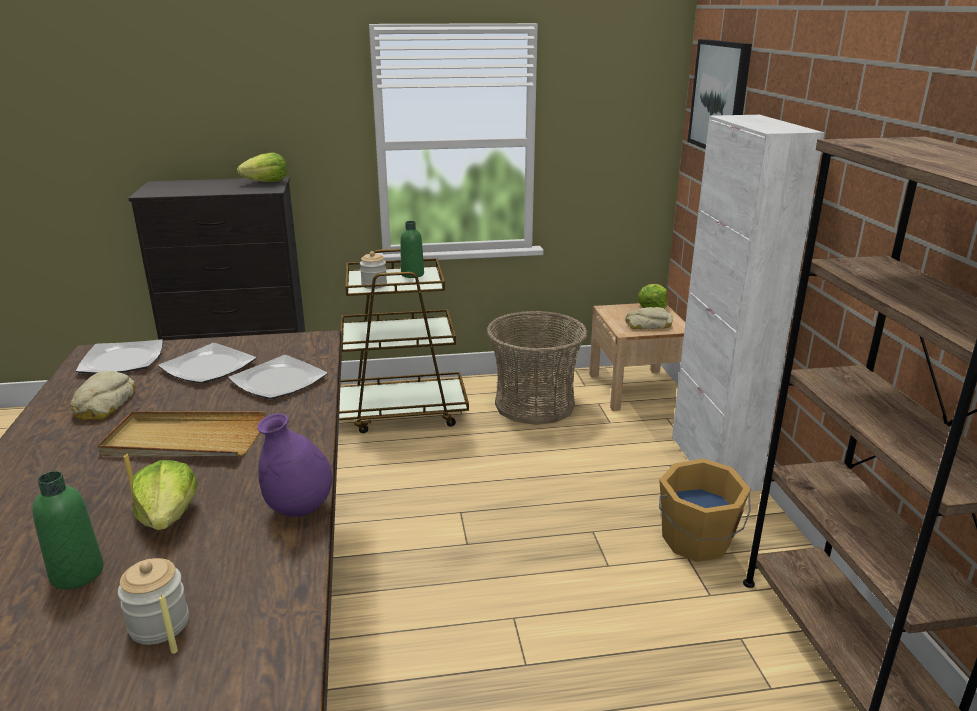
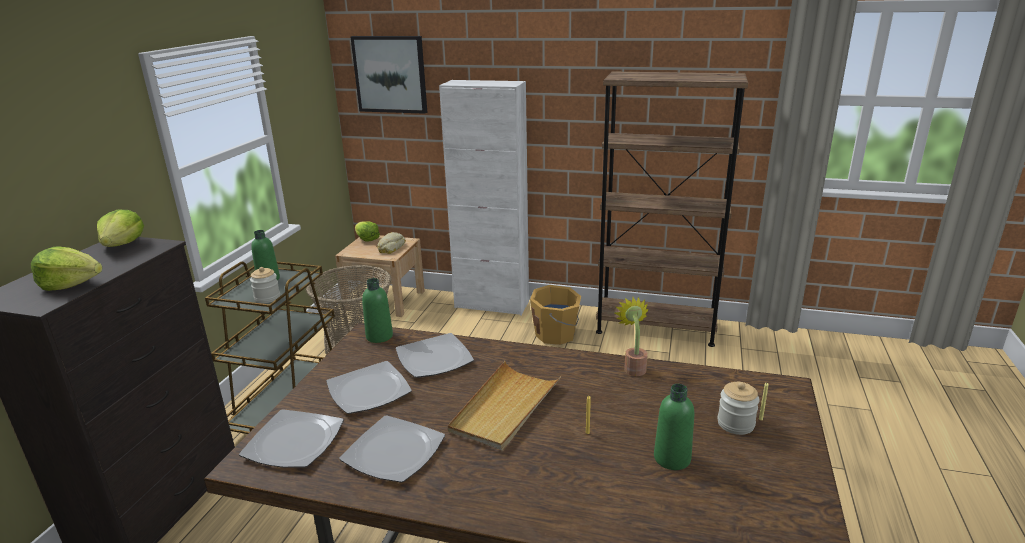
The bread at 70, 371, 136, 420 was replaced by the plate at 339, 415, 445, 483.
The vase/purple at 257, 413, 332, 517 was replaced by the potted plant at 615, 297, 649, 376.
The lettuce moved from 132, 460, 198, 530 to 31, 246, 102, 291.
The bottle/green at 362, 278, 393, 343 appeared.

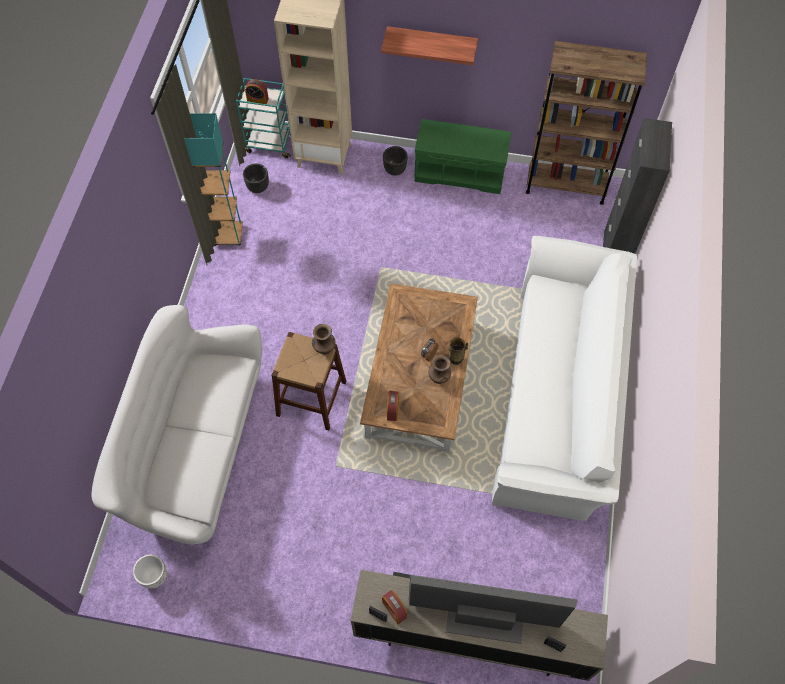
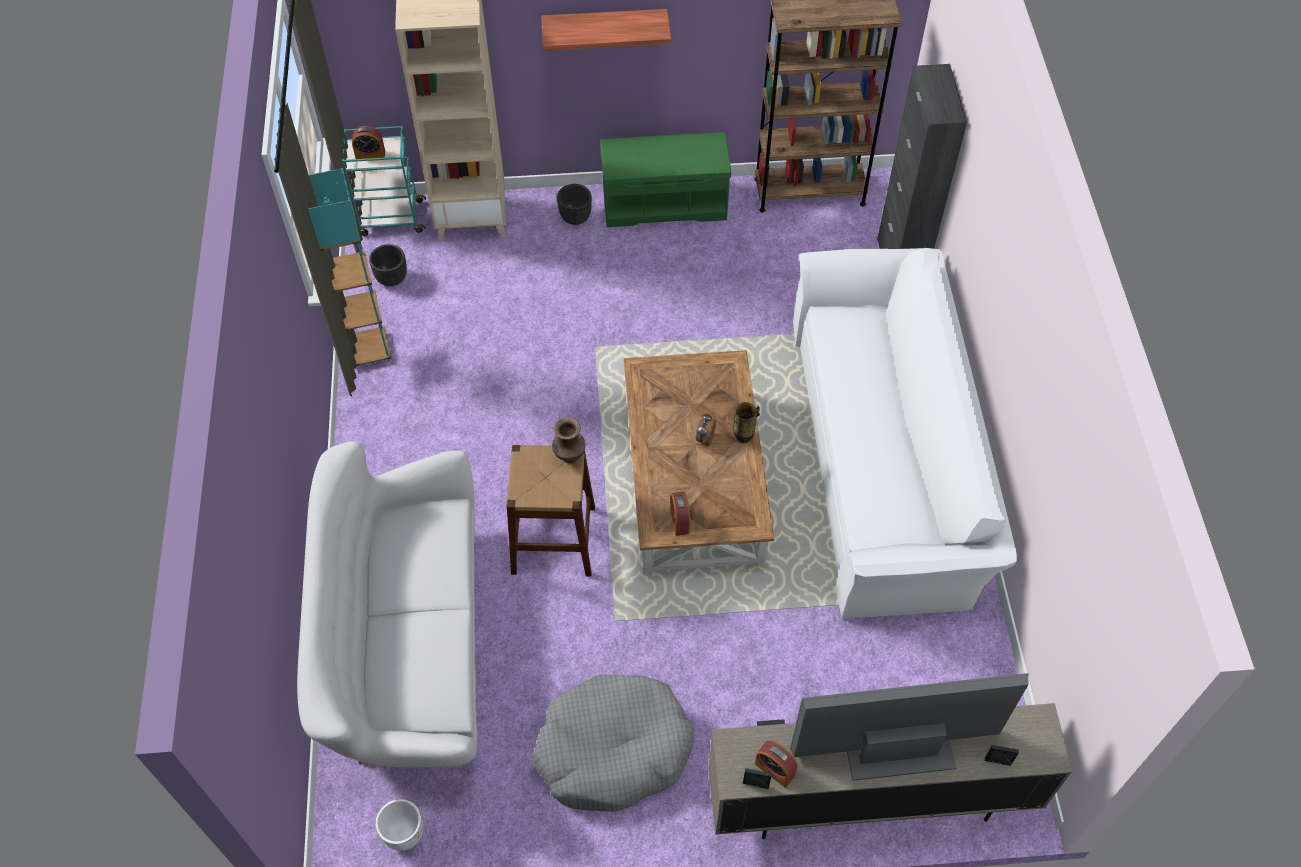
The vase/brown at 428, 355, 451, 384 disappeared.
The dog bed/grey at 534, 674, 694, 812 appeared.

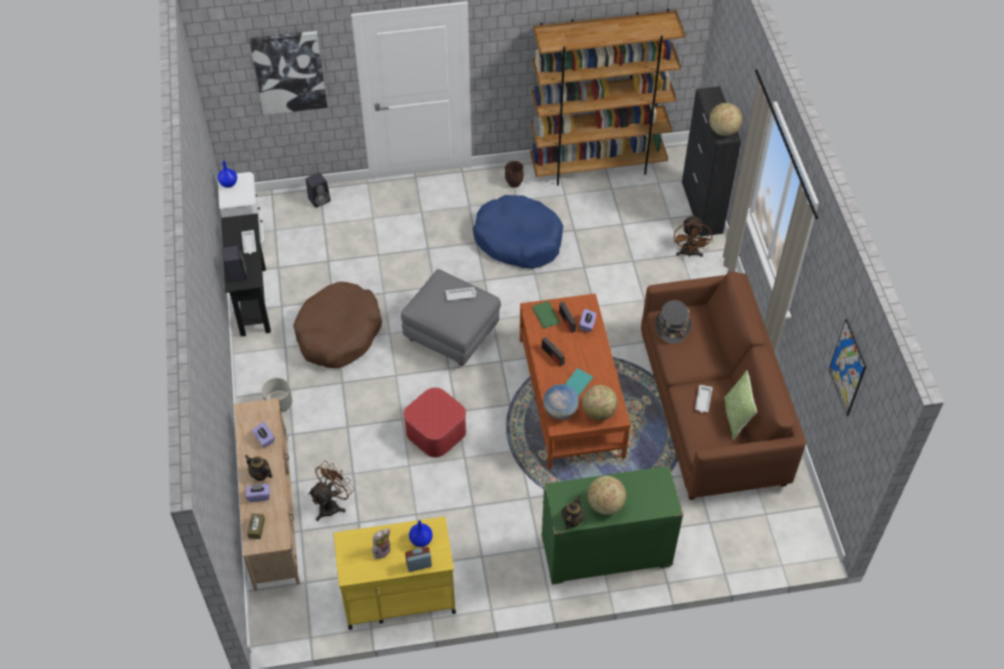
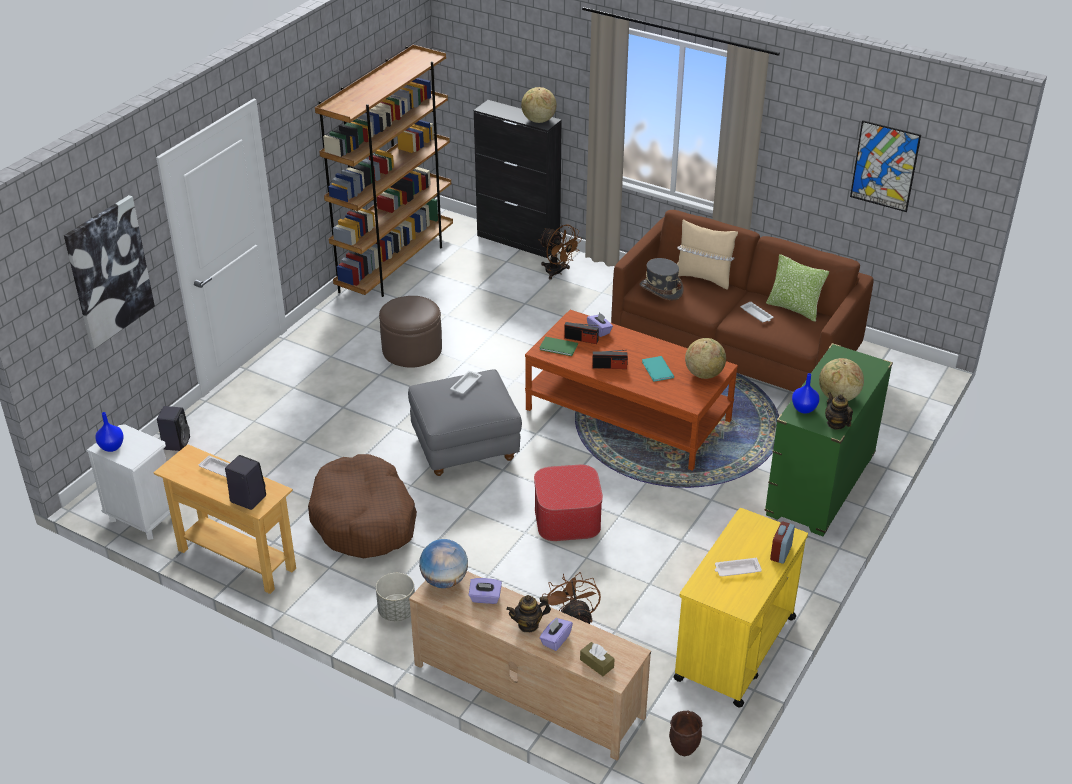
The planter/brown moved from 505, 161, 524, 188 to 669, 711, 702, 756.
The dog bed/blue at 473, 195, 563, 269 was replaced by the ottoman/brown at 379, 296, 442, 368.
The console table/black at 221, 213, 271, 337 became the console table/beige at 153, 444, 296, 594.
The globe moved from 543, 384, 579, 420 to 419, 539, 468, 588.
The vase/blue moved from 409, 520, 433, 547 to 792, 373, 819, 414.
The plush toy at 372, 528, 391, 559 was replaced by the tray/white at 715, 557, 762, 576.
The pillow/beige at 677, 219, 738, 290 appeared.

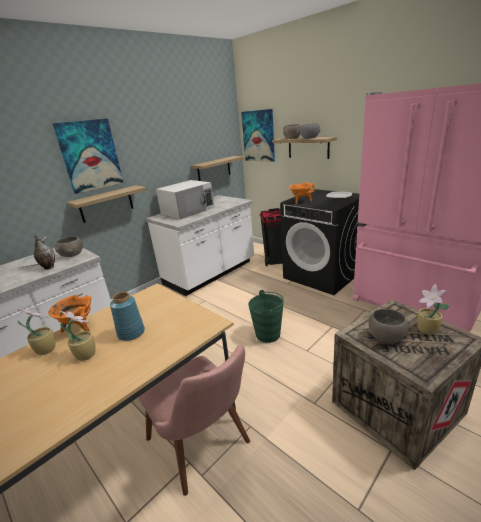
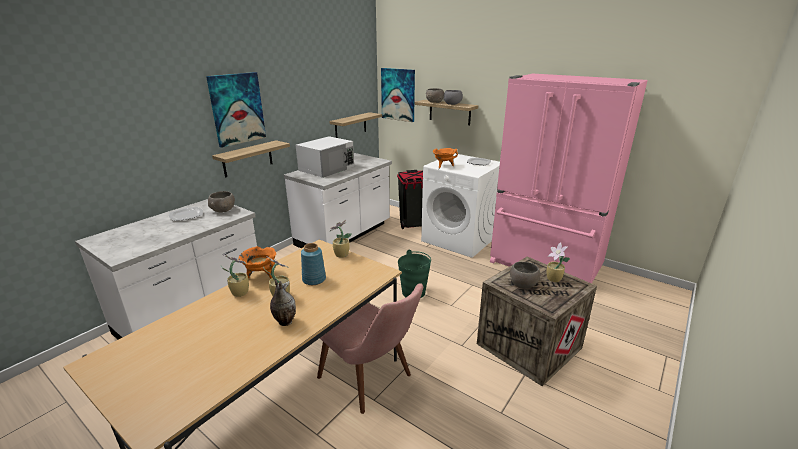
The washing machine/black at 280, 189, 359, 295 became the washing machine/white at 421, 154, 500, 258.
The vase moved from 34, 234, 55, 270 to 270, 279, 296, 326.
The potted plant at 330, 220, 352, 258 appeared.

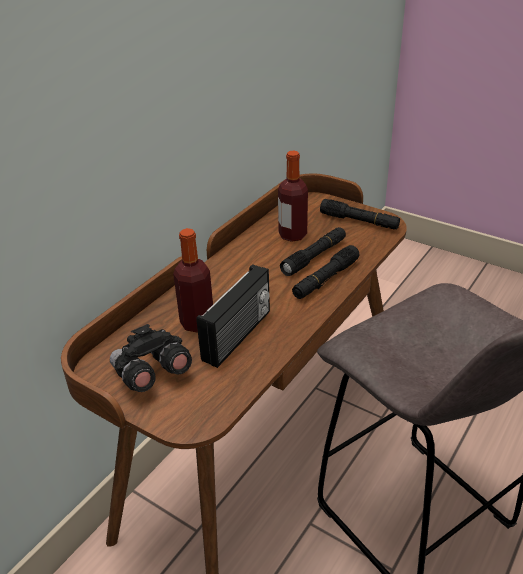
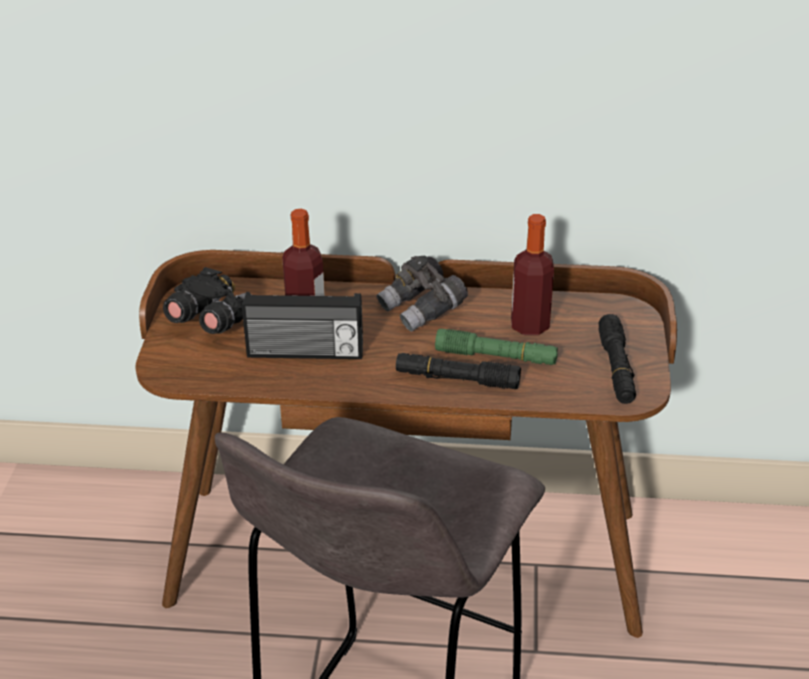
The flashlight/black at 280, 227, 346, 276 became the flashlight/green at 435, 329, 558, 365.
The binoculars/grey at 377, 256, 468, 332 appeared.

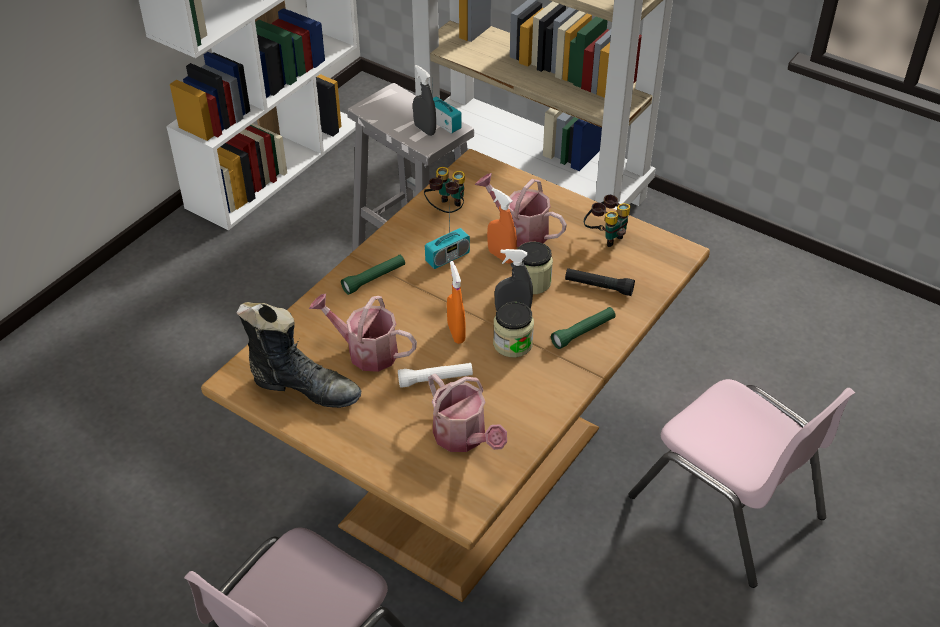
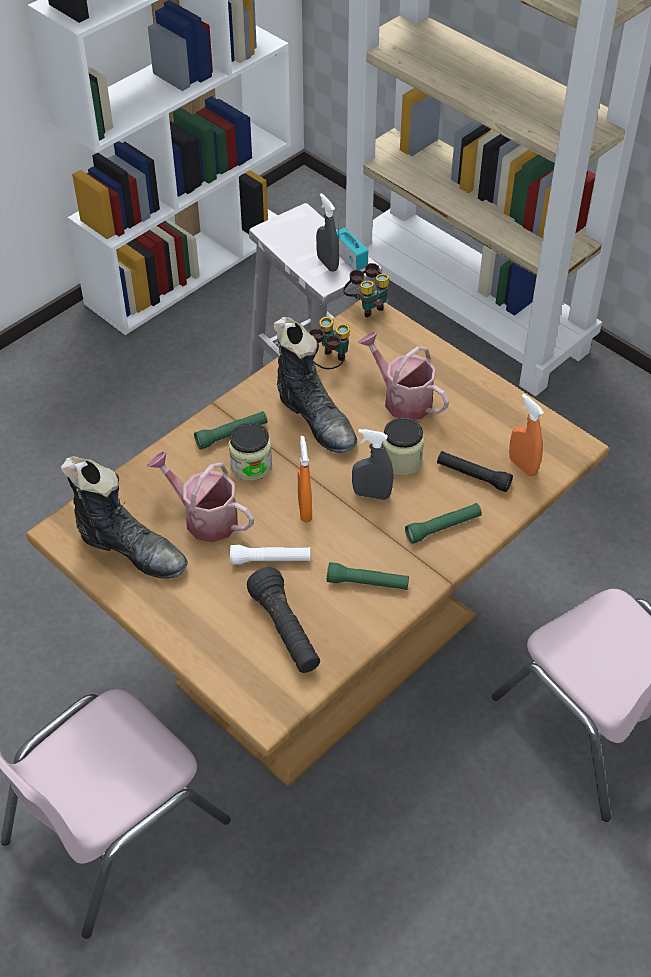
The spray bottle/orange moved from 487, 188, 517, 263 to 509, 394, 544, 476.
The binoculars moved from 584, 195, 630, 247 to 343, 263, 389, 317.
The radio at 425, 211, 470, 269 was replaced by the boot/black at 274, 317, 357, 453.
The jar moved from 493, 302, 534, 357 to 229, 423, 272, 481.
The watering can at 428, 373, 507, 452 was replaced by the flashlight/black at 247, 567, 320, 673.
The flashlight/green at 327, 562, 409, 590 appeared.

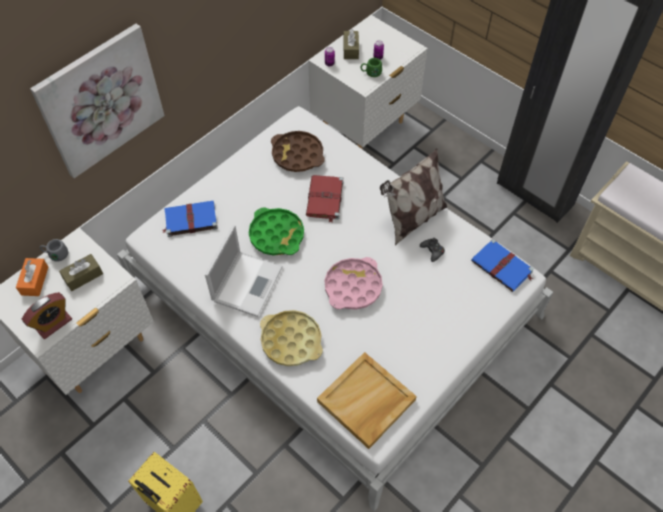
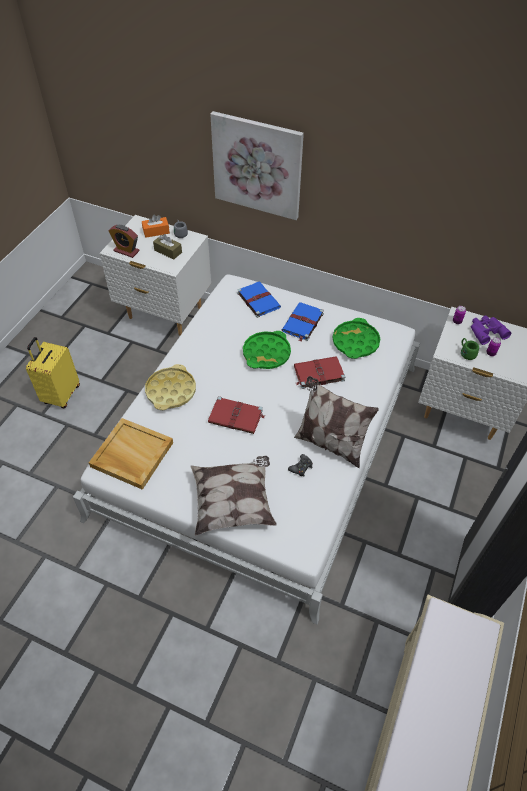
The tissue box/brown at 343, 29, 359, 59 was replaced by the binoculars/purple at 471, 316, 511, 345.
The tray/brown at 271, 131, 325, 172 became the tray/green at 333, 318, 380, 359.
The laptop at 205, 225, 283, 317 disappeared.
The book/blue moved from 471, 239, 534, 292 to 282, 302, 324, 341.
The tray/pink at 325, 257, 383, 310 was replaced by the book/red at 208, 396, 264, 434.
The pillow at 191, 456, 277, 536 appeared.

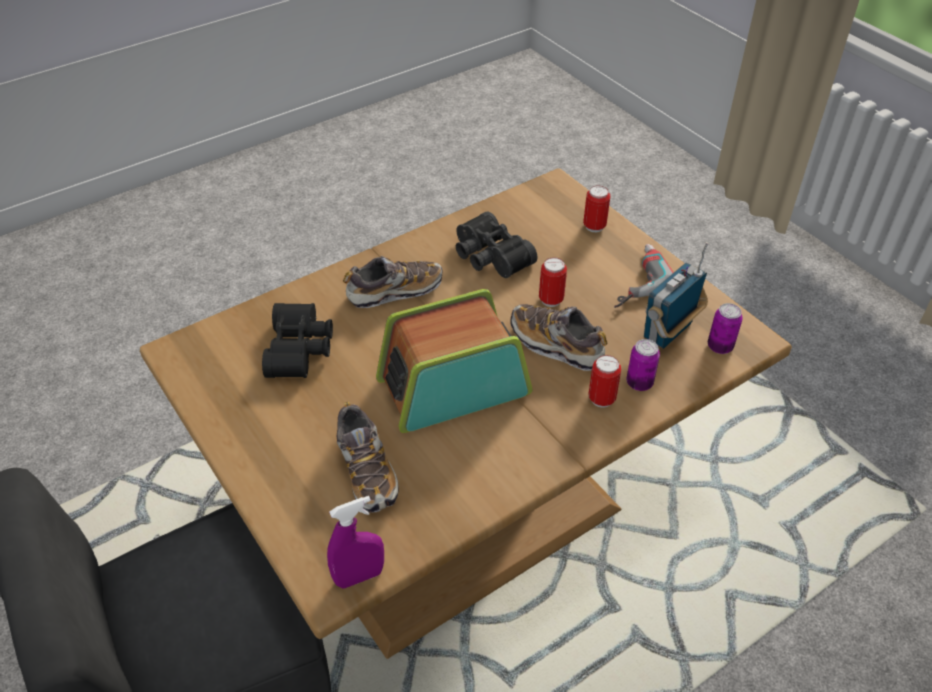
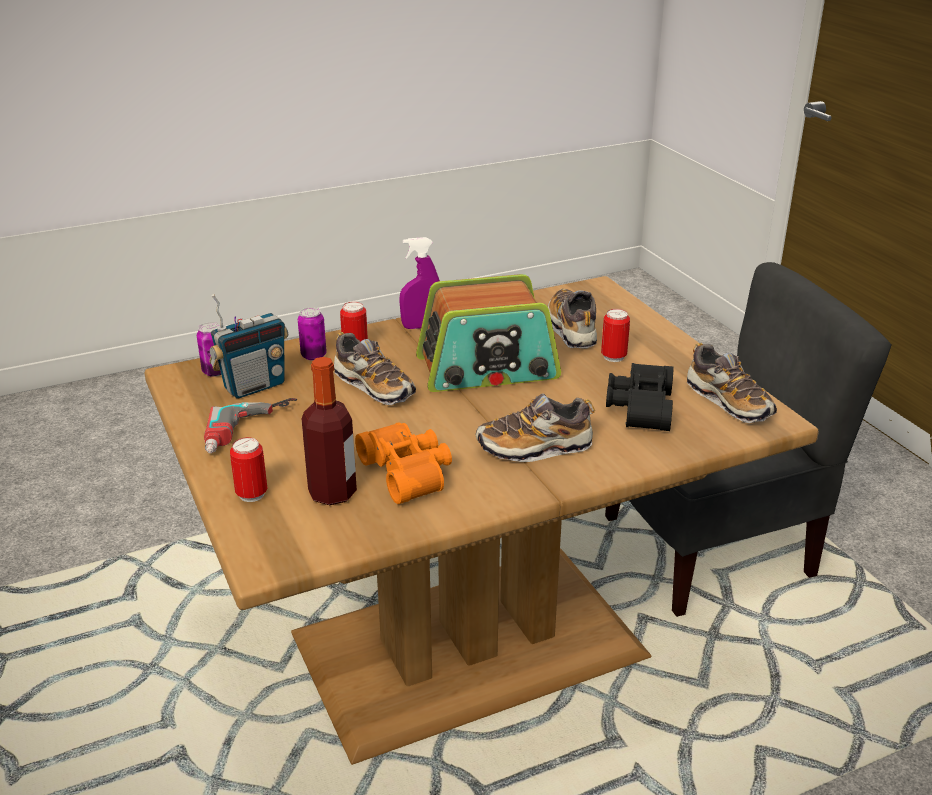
The binoculars/black at 456, 211, 537, 278 became the binoculars/orange at 355, 422, 452, 504.
The can moved from 539, 257, 567, 307 to 601, 309, 630, 362.
The spray bottle/purple moved from 327, 496, 384, 589 to 399, 237, 440, 329.
The shoe at 687, 343, 777, 423 appeared.
The bottle at 301, 357, 357, 505 appeared.

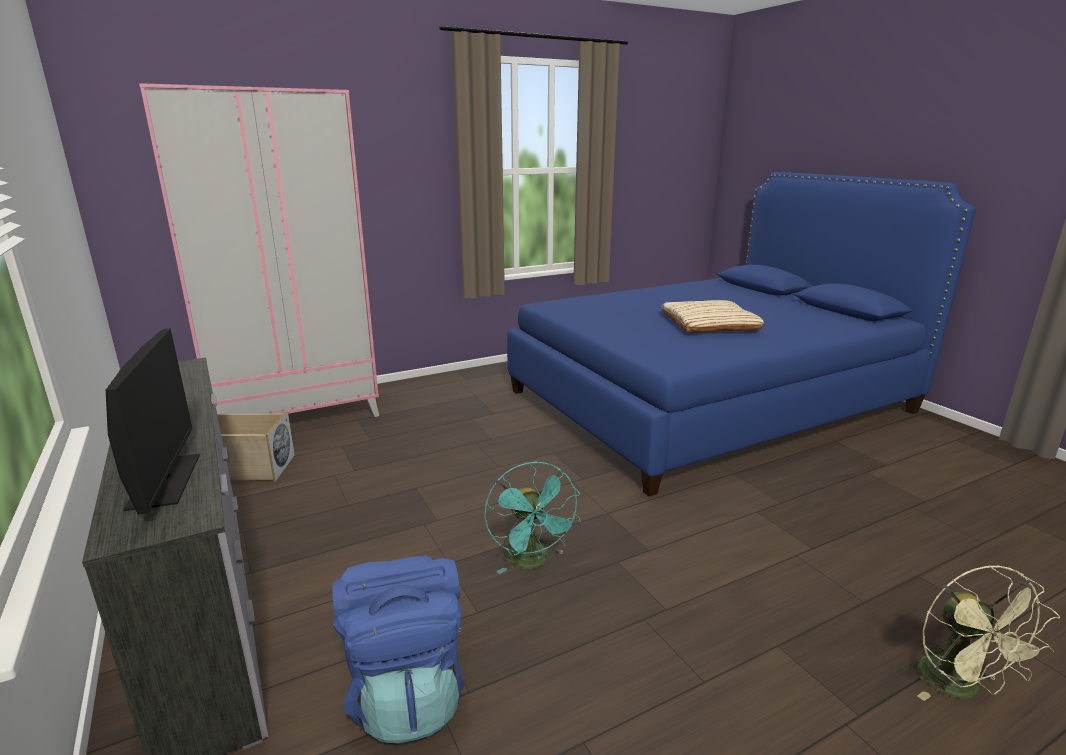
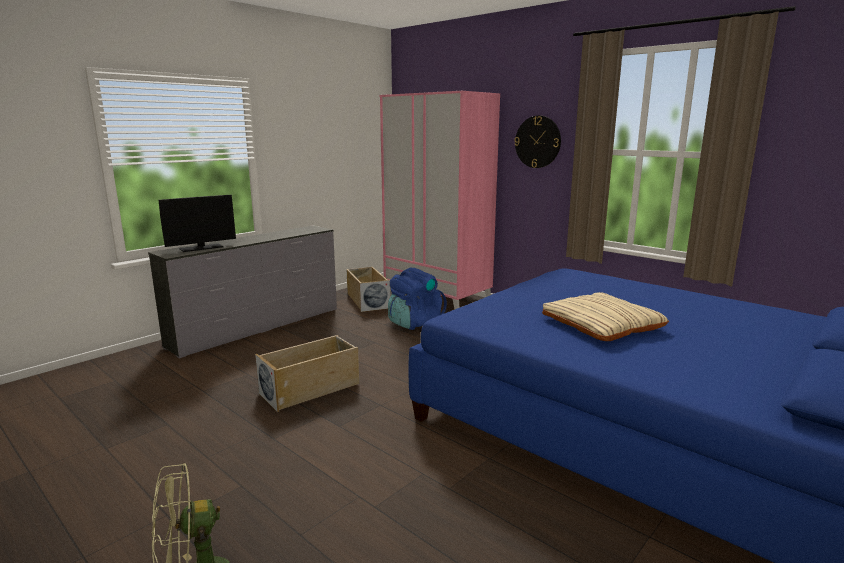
The fan/turquoise at 484, 462, 581, 574 was replaced by the storage box/beige at 255, 335, 359, 412.
The backpack/blue moved from 332, 555, 464, 743 to 388, 267, 447, 330.
The wall clock at 515, 116, 561, 168 appeared.

